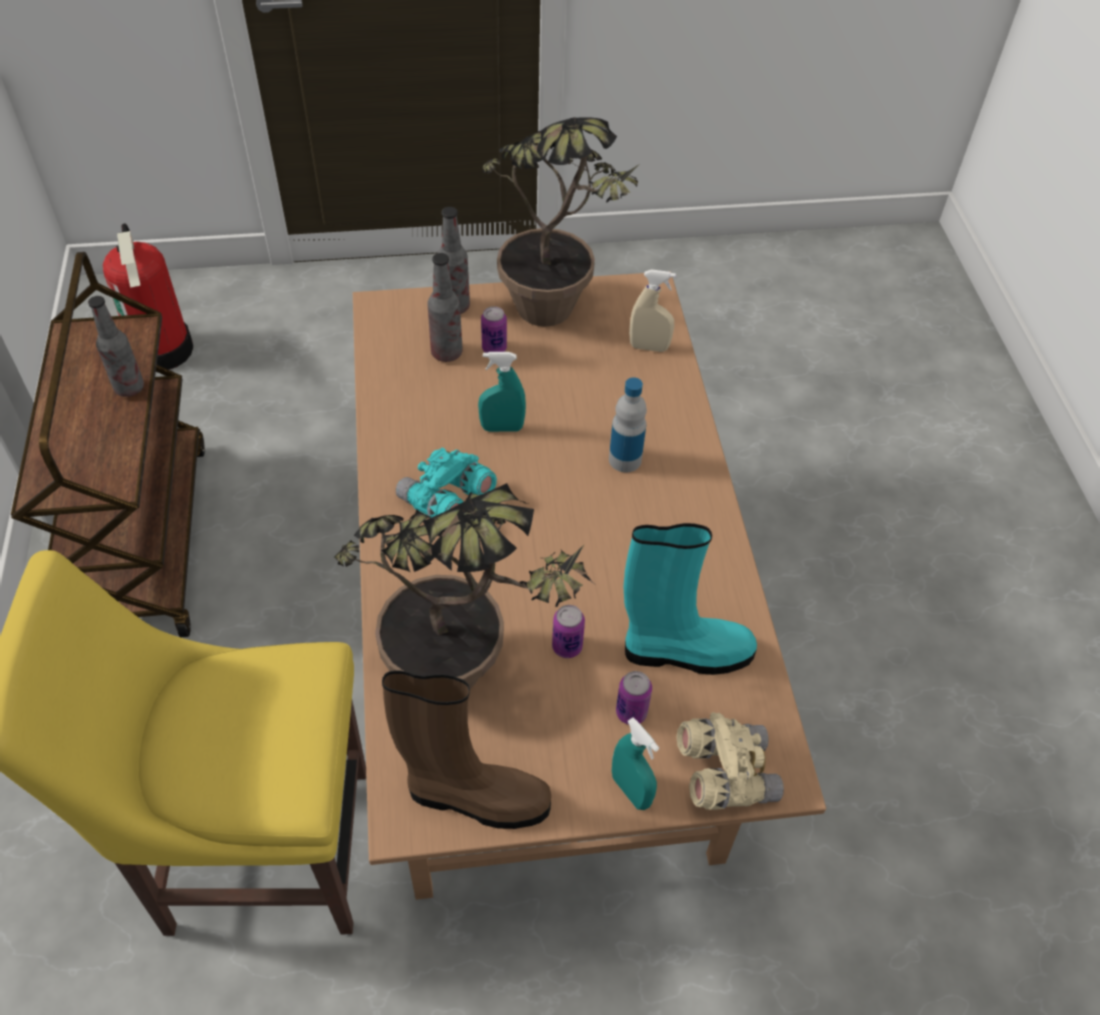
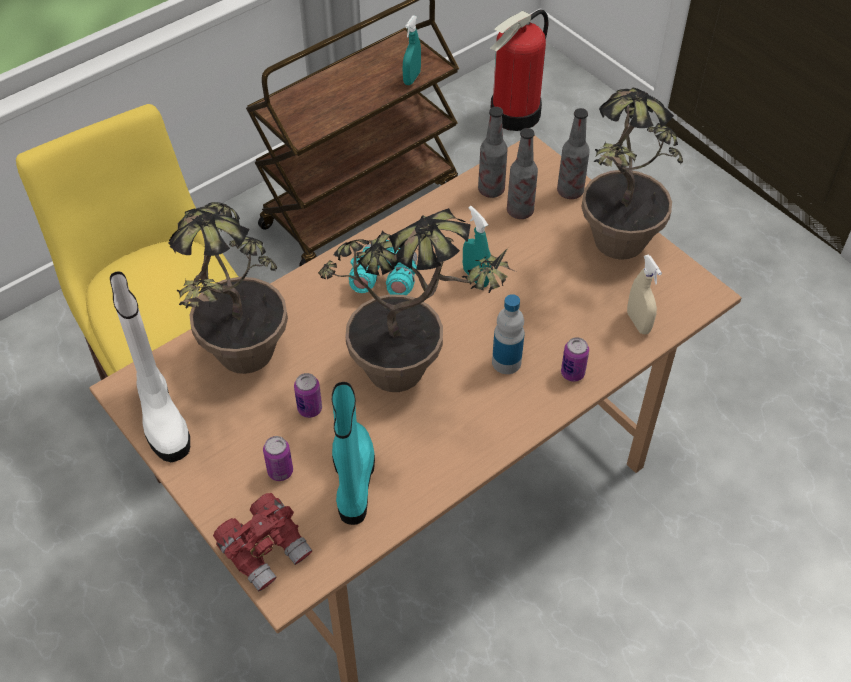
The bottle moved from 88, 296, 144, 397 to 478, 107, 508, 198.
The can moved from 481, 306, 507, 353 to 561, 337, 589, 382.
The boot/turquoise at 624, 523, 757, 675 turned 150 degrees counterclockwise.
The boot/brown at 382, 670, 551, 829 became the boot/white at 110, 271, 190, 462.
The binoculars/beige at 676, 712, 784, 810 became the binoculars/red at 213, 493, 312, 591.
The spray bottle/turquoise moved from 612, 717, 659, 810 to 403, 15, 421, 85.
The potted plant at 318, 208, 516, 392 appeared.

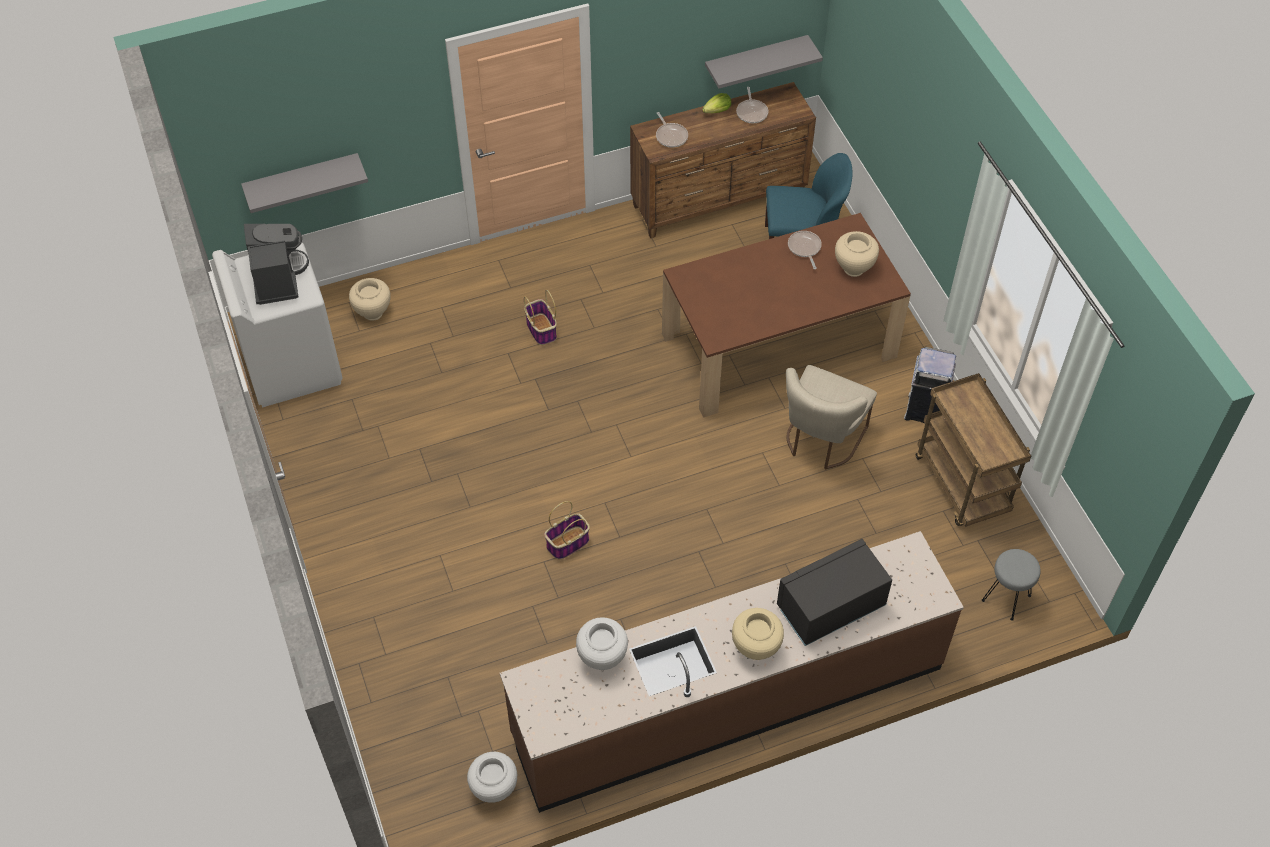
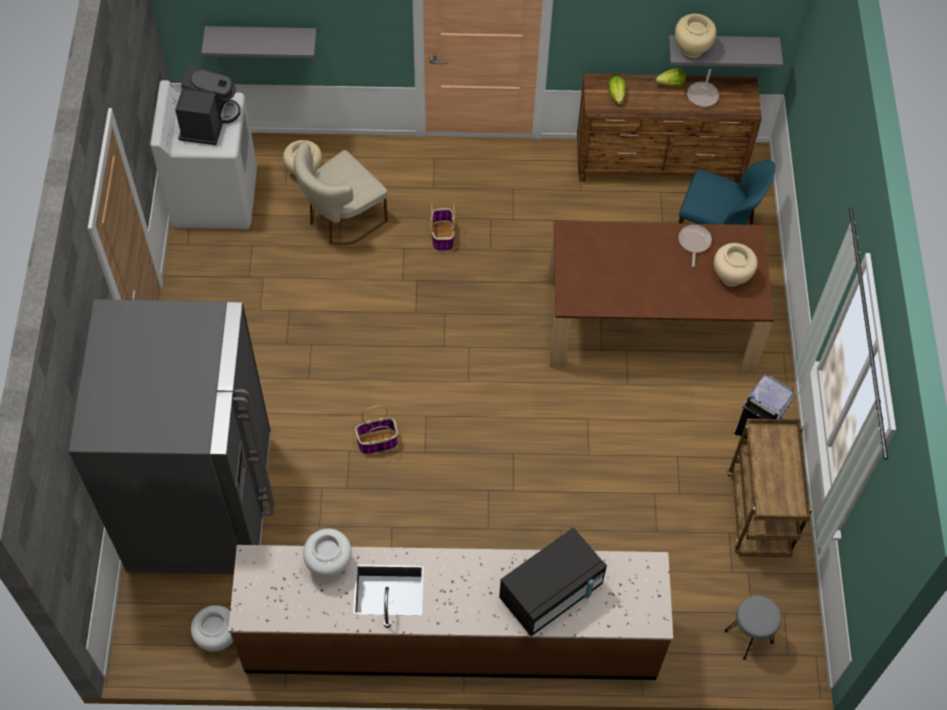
The frying pan at 656, 112, 688, 148 was replaced by the lettuce at 607, 76, 626, 104.
The chair/beige moved from 786, 365, 877, 470 to 293, 142, 388, 245.
The microwave/black at 777, 539, 892, 646 turned 150 degrees clockwise.
The vase/beige moved from 732, 608, 784, 660 to 675, 14, 716, 58.
The fridge/grey at 69, 299, 275, 574 appeared.

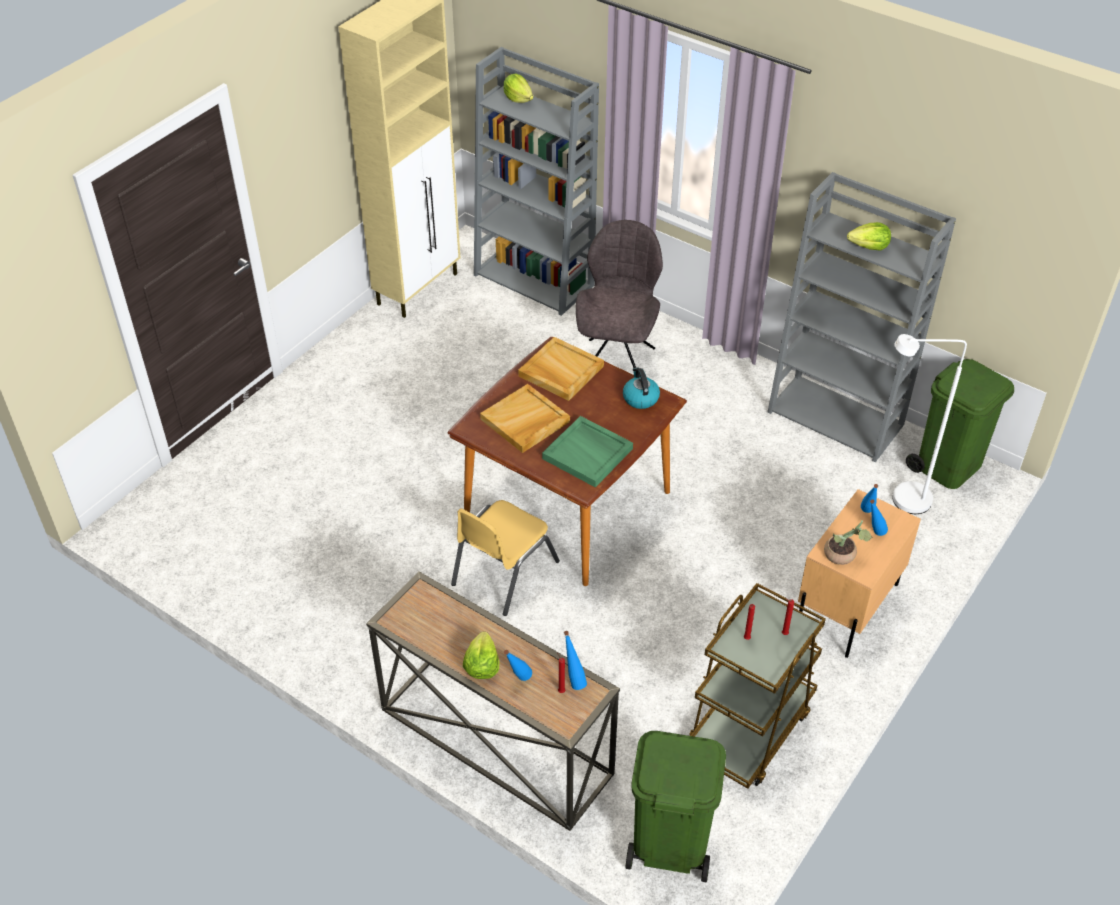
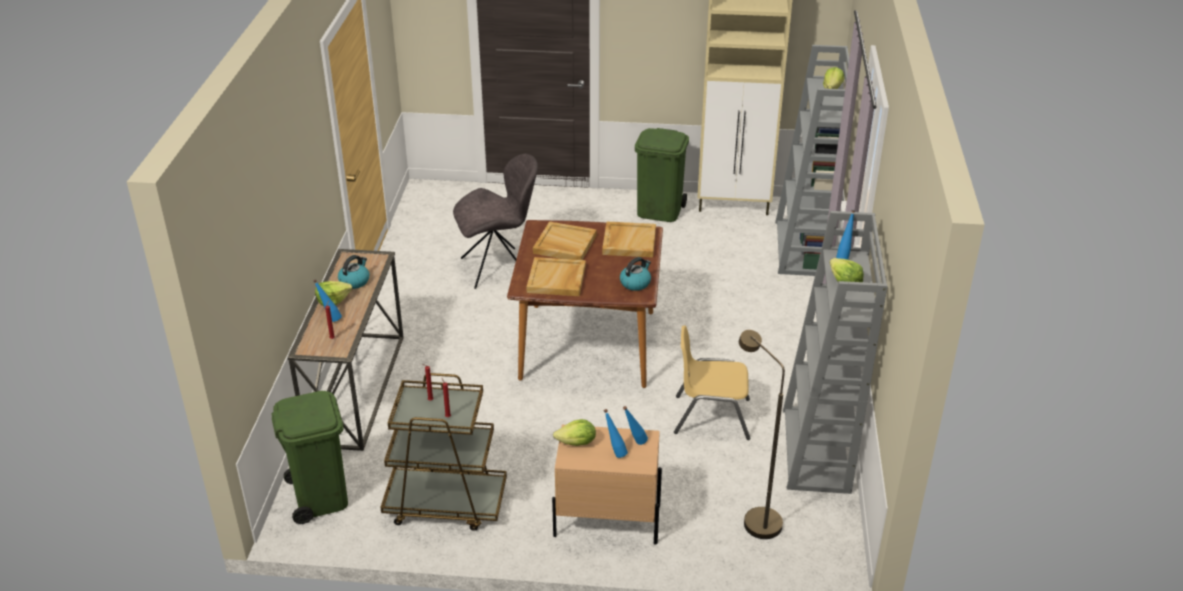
The chair/grey moved from 576, 220, 663, 368 to 453, 154, 538, 289.
The floor lamp/white at 892, 334, 967, 514 became the floor lamp/brown at 739, 330, 785, 539.
The trash can/green moved from 906, 359, 1014, 489 to 635, 128, 689, 222.
The tray/green at 542, 416, 633, 487 became the tray/beige at 526, 257, 586, 296.
The chair/yellow moved from 451, 500, 560, 616 to 674, 325, 750, 440.
The potted plant at 824, 520, 873, 565 was replaced by the lettuce at 553, 419, 596, 446.
The bottle/blue moved from 564, 631, 587, 690 to 836, 210, 855, 260.
The kettle at 338, 255, 369, 289 appeared.

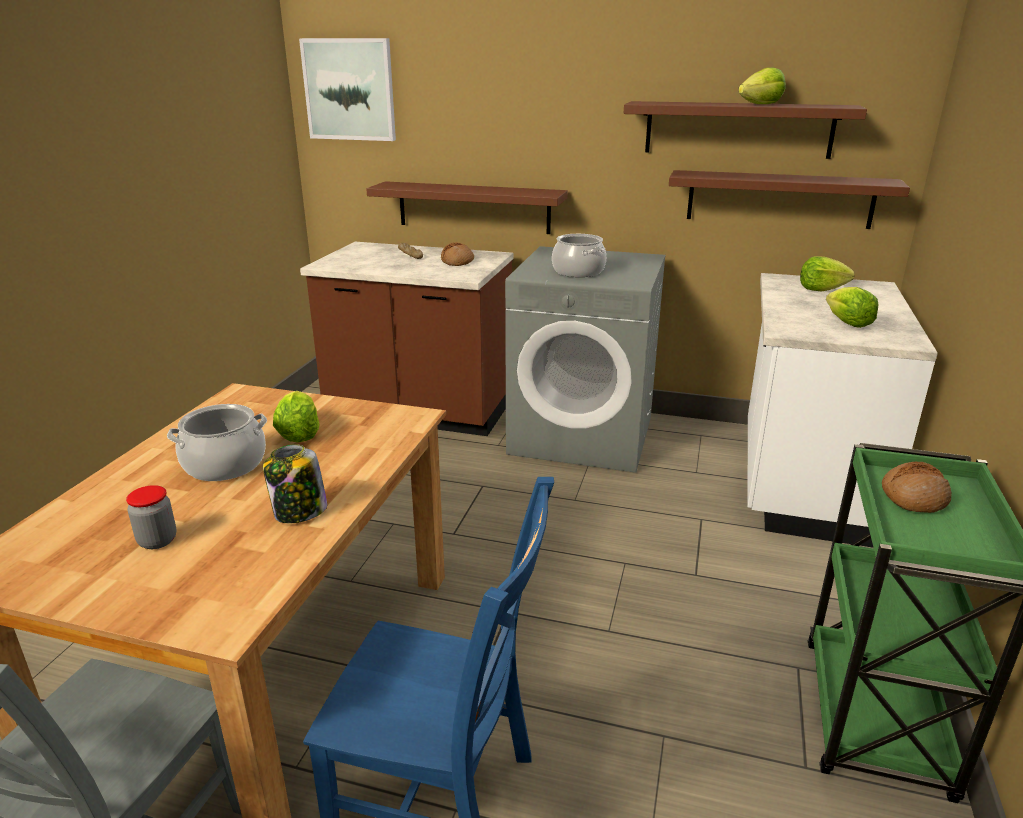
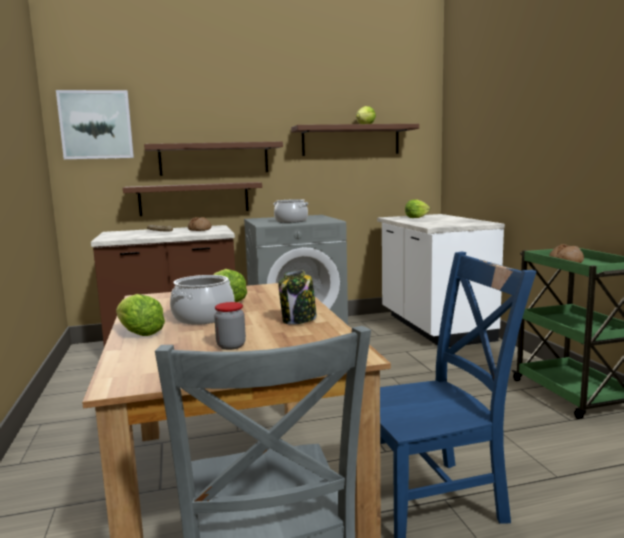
The shelf/brown moved from 669, 170, 910, 229 to 144, 142, 283, 176.
The lettuce moved from 826, 287, 878, 328 to 116, 294, 165, 336.

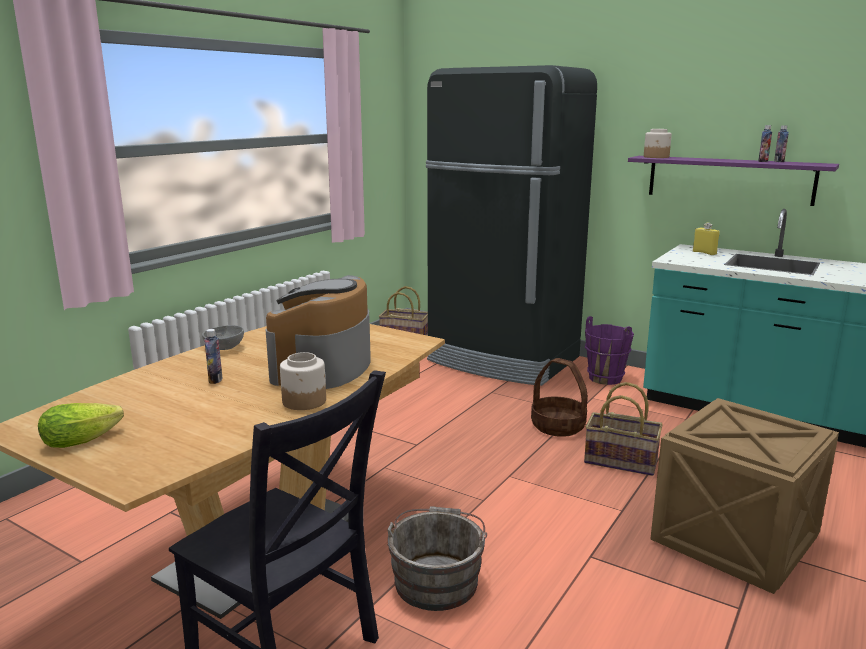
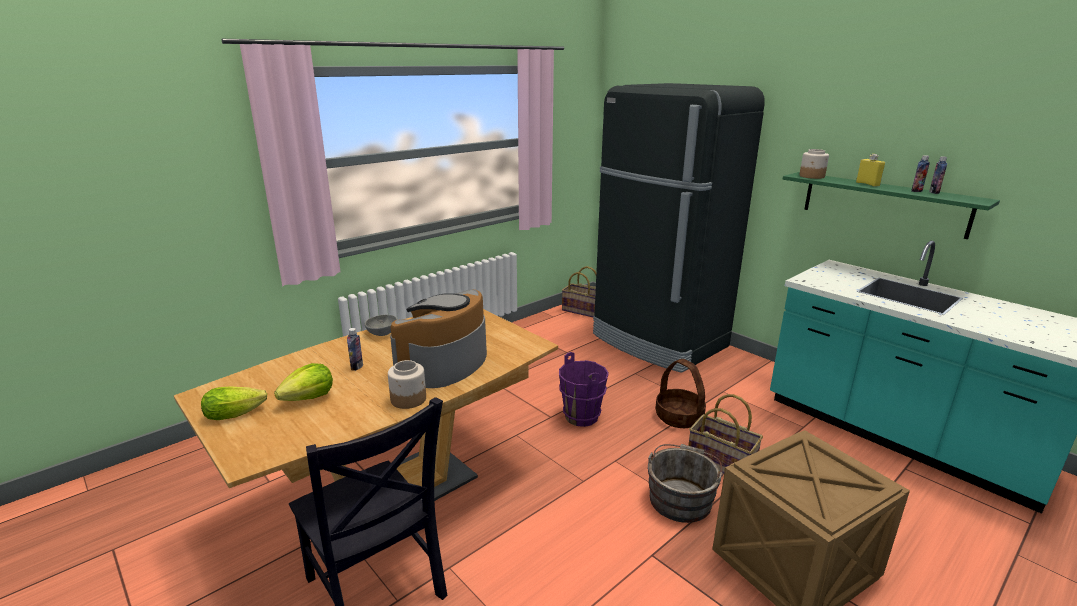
The shelf/purple at 628, 156, 839, 206 became the shelf/green at 783, 172, 1000, 239.
The bottle/yellow moved from 693, 223, 720, 255 to 856, 154, 885, 187.
The bucket/purple moved from 585, 316, 634, 385 to 559, 352, 609, 427.
The bucket/grey moved from 388, 506, 487, 611 to 647, 444, 724, 523.
The lettuce at 274, 363, 333, 401 appeared.

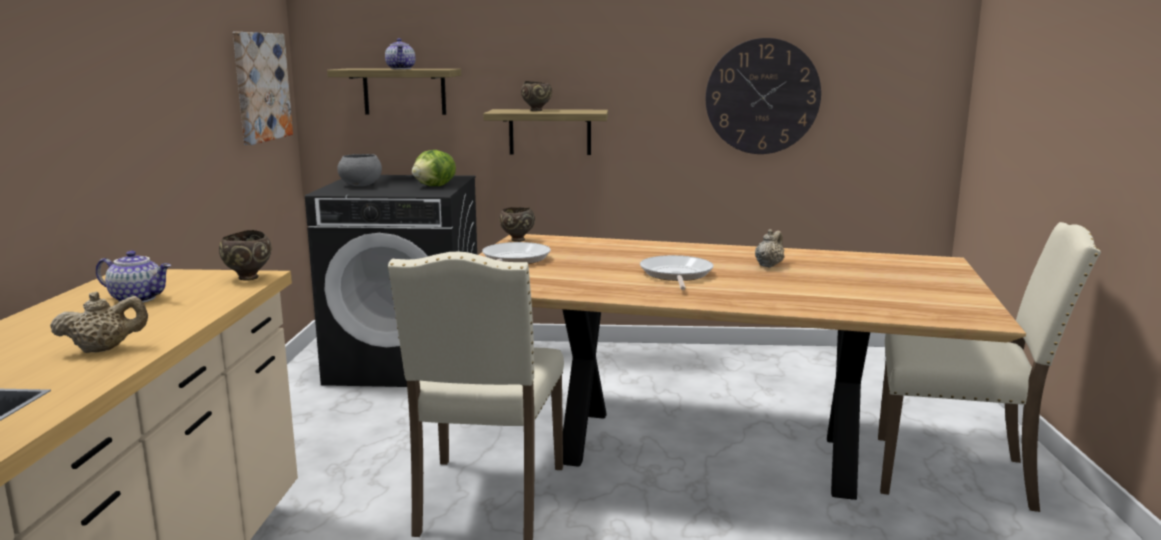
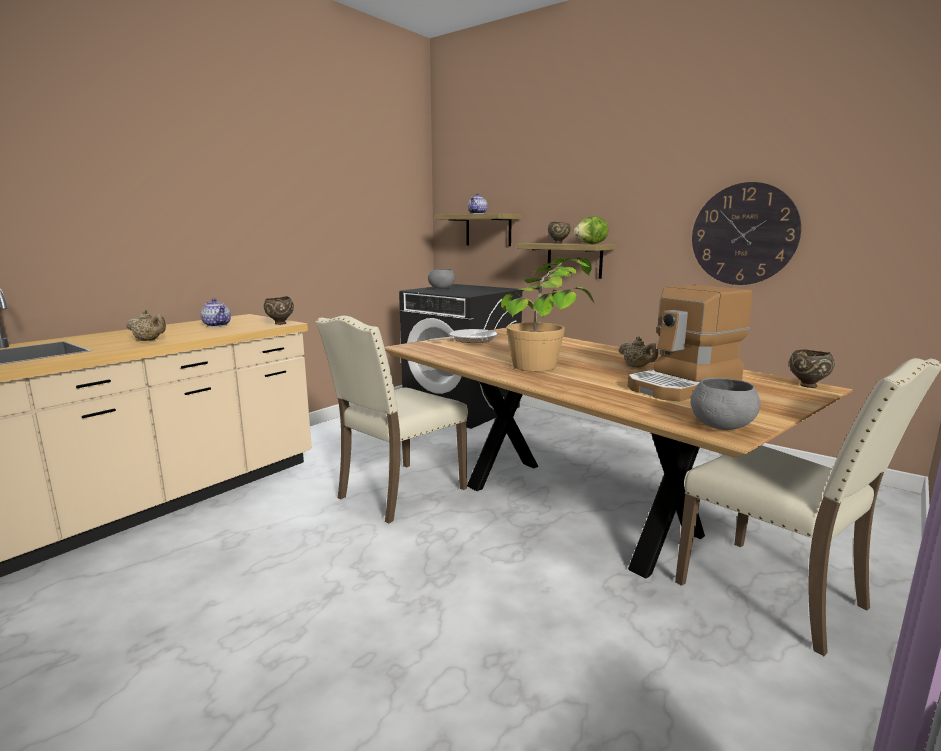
The picture at 233, 32, 293, 145 disappeared.
The lettuce moved from 412, 150, 456, 186 to 574, 216, 609, 244.
The bowl/brown moved from 499, 207, 535, 242 to 789, 349, 835, 388.
The teapot/beige at 755, 229, 785, 268 turned 75 degrees clockwise.
The frying pan at 640, 255, 713, 290 was replaced by the potted plant at 501, 257, 595, 371.
The coffee machine at 628, 284, 753, 401 appeared.
The bowl/grey at 691, 378, 760, 430 appeared.

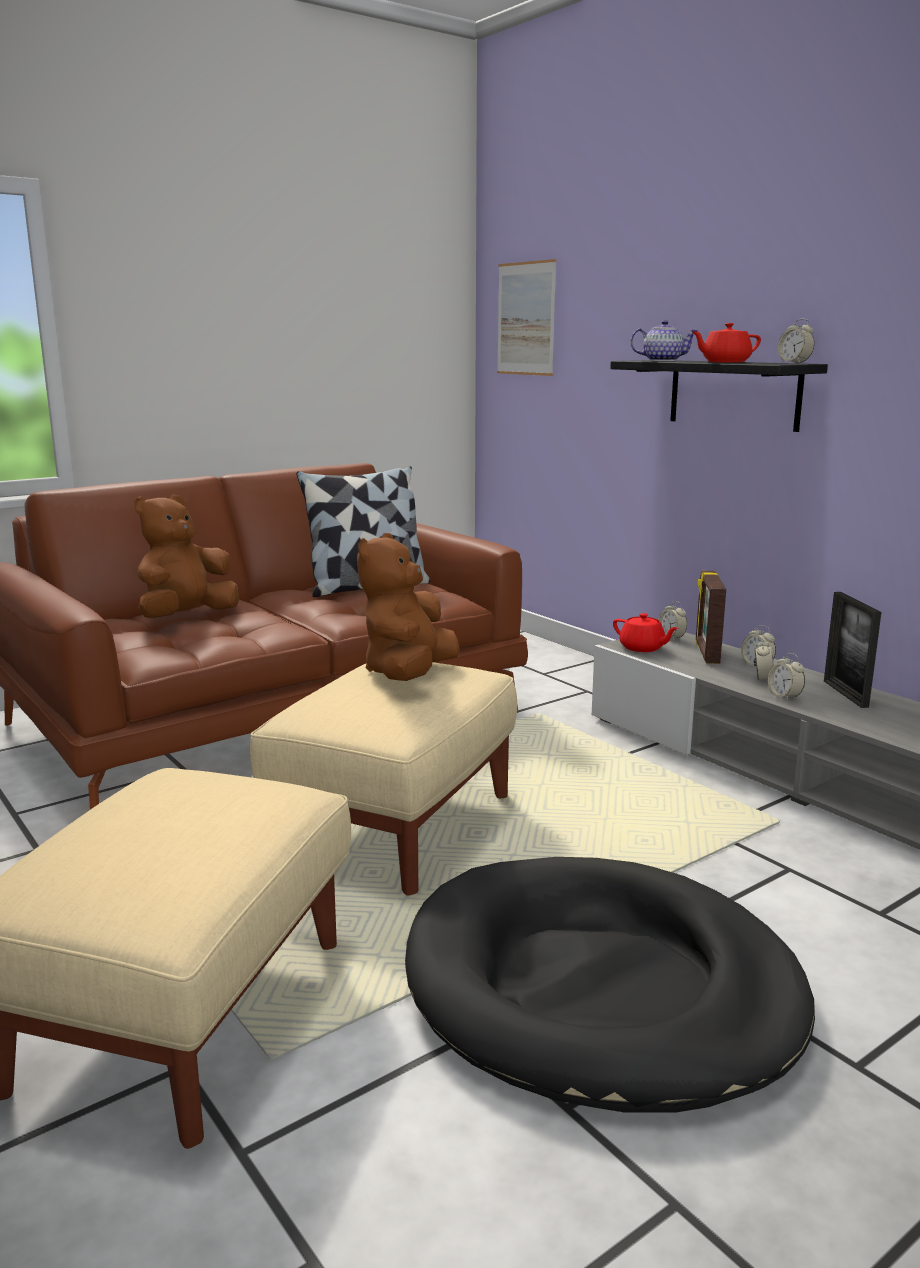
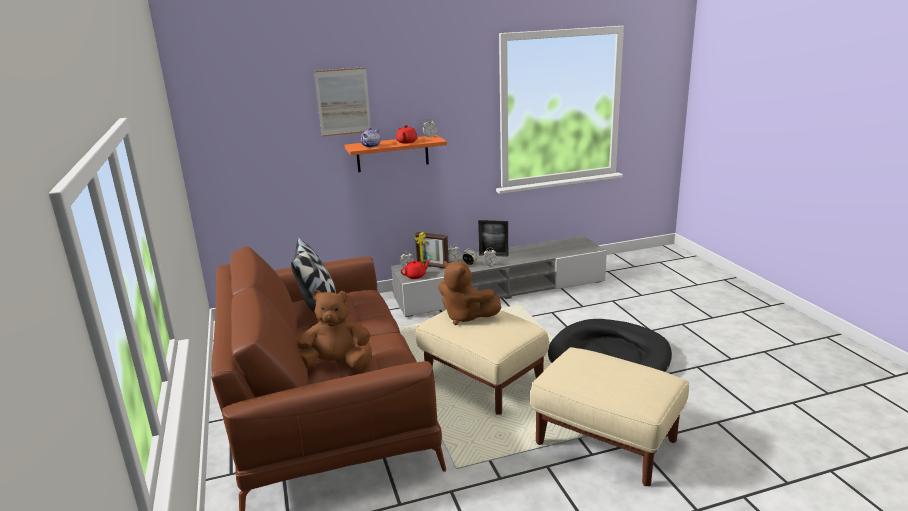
The picture moved from 497, 259, 557, 376 to 314, 67, 371, 137.
The shelf/black at 610, 360, 828, 432 became the shelf/orange at 345, 135, 447, 172.
The plush toy/brown at 134, 495, 239, 618 turned 120 degrees clockwise.

